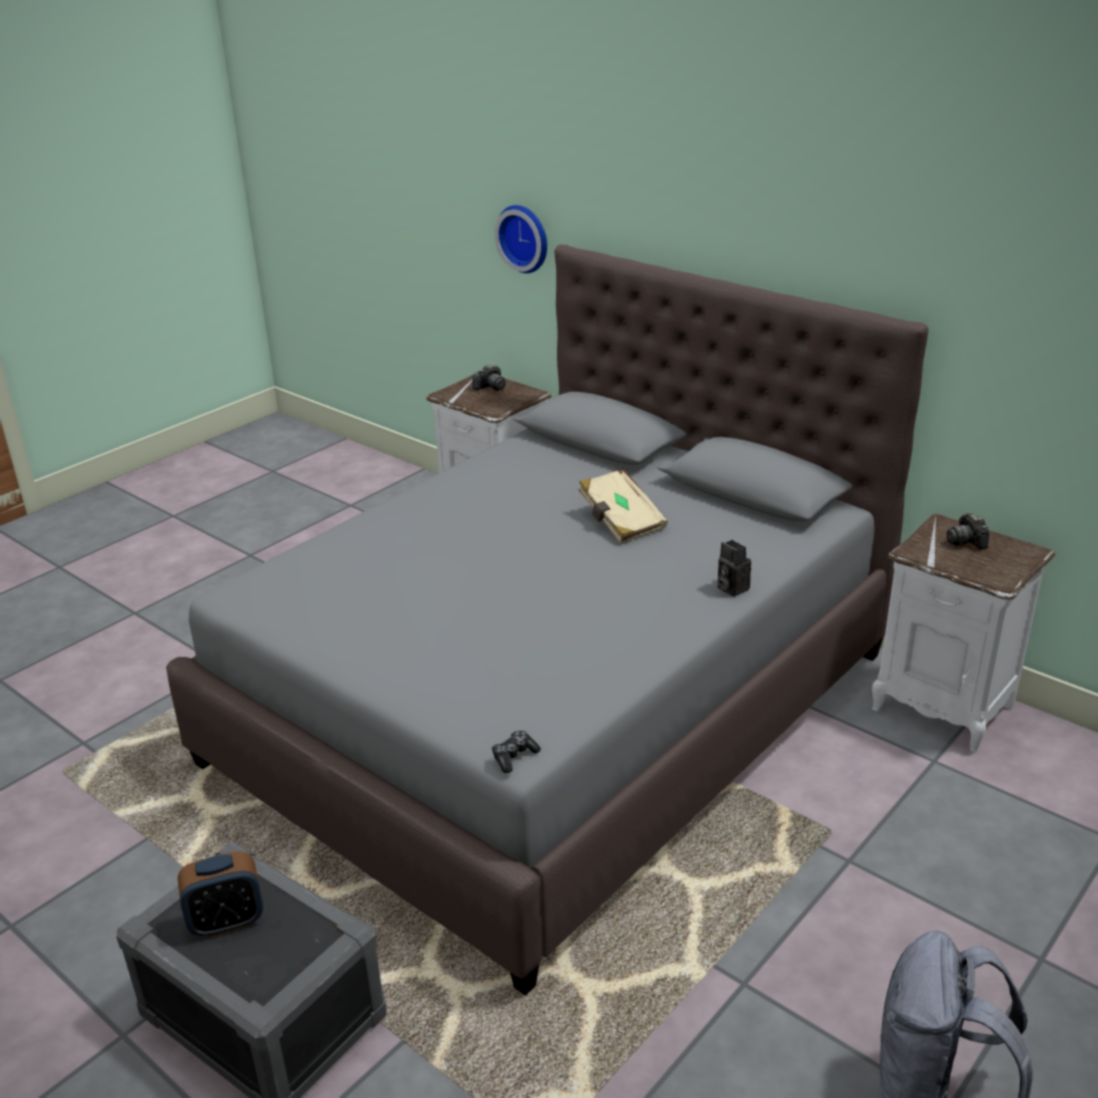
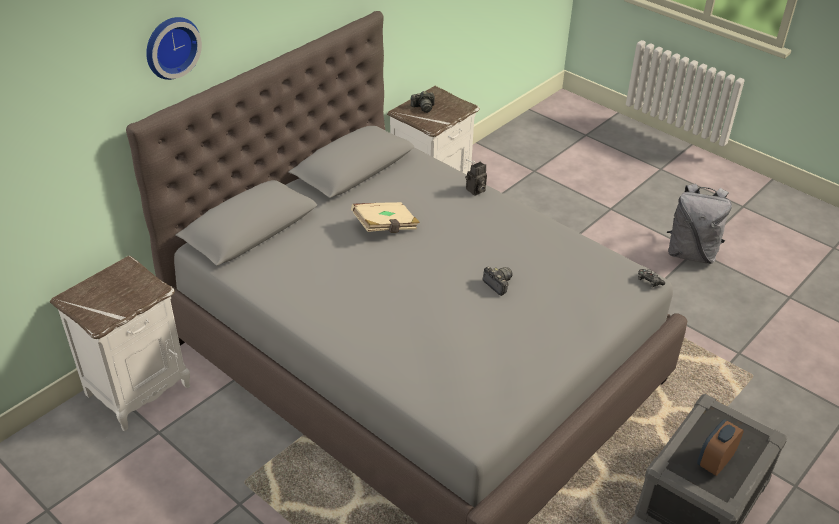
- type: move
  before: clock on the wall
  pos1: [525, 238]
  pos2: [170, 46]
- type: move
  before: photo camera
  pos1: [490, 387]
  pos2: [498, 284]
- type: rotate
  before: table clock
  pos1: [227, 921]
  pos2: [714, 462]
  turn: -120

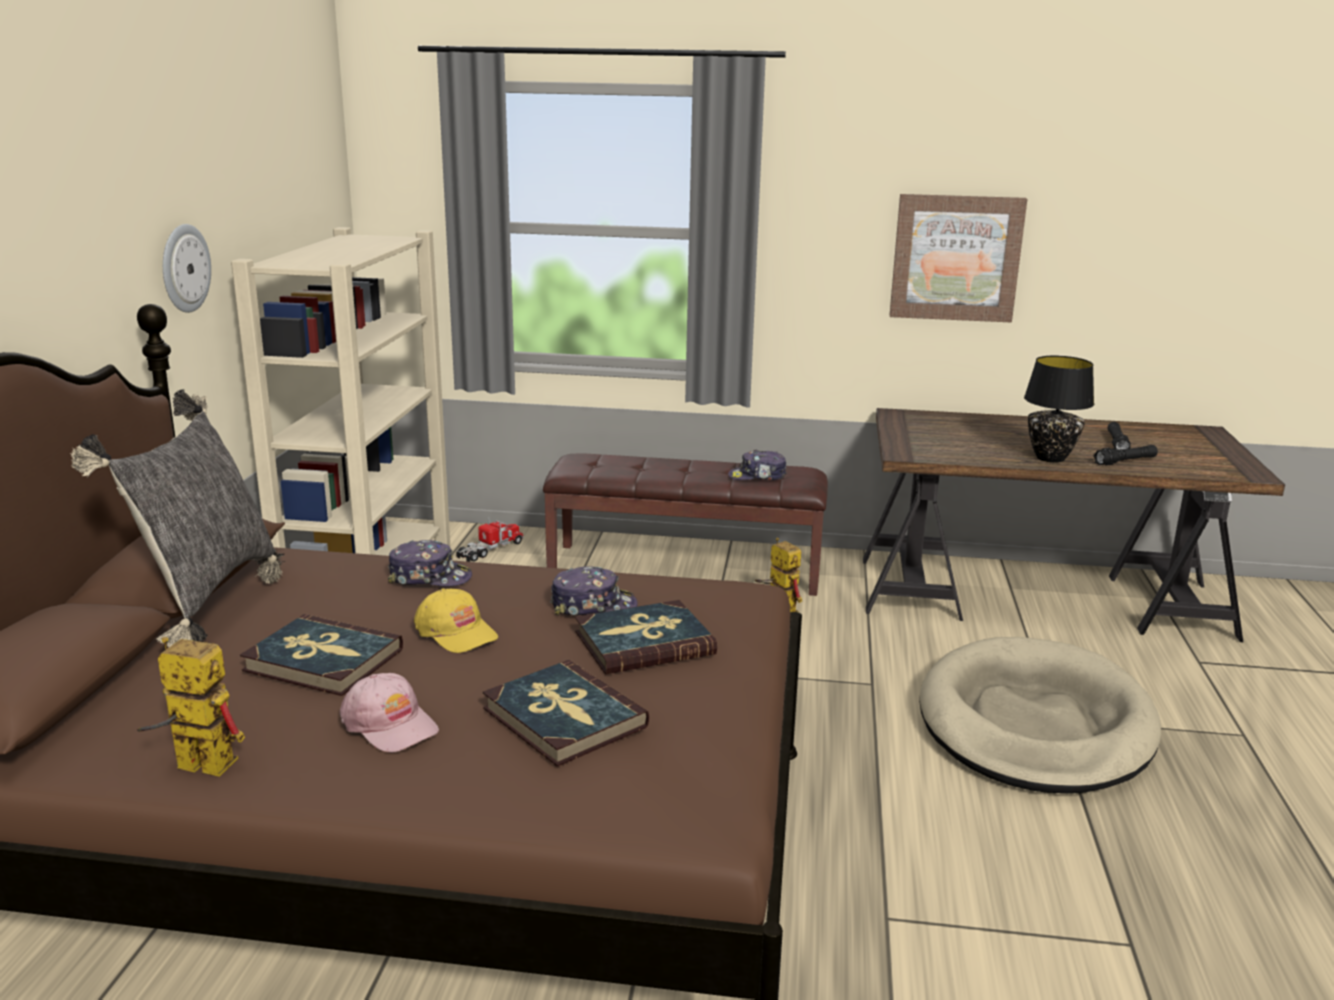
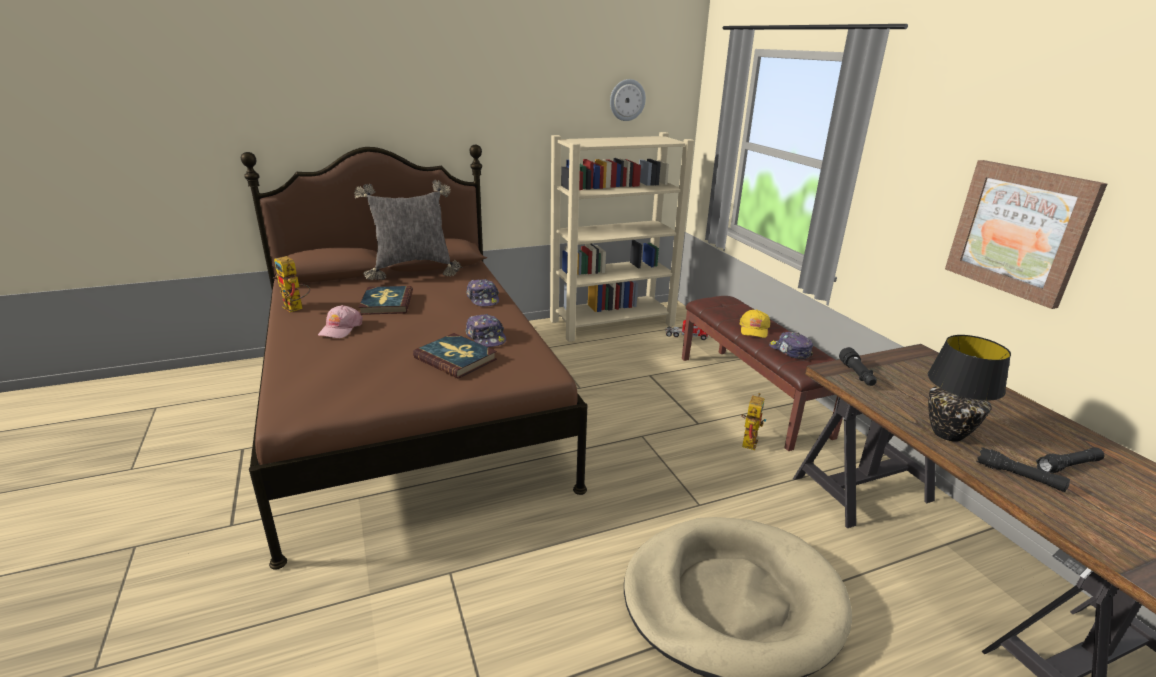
- type: move
  before: clock on the wall
  pos1: [184, 268]
  pos2: [627, 100]
- type: move
  before: yellowish cap
  pos1: [456, 632]
  pos2: [754, 329]
- type: rotate
  before: robot figure
  pos1: [193, 765]
  pos2: [296, 308]
  turn: 150
- type: delete
  before: volume
  pos1: [563, 718]
- type: insert
  after: black hand torch
  pos2: [857, 375]

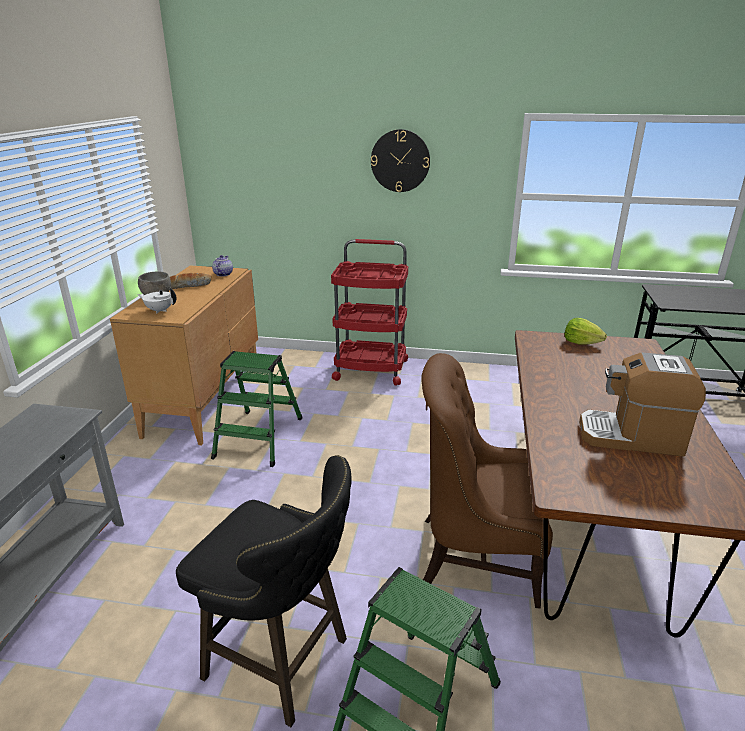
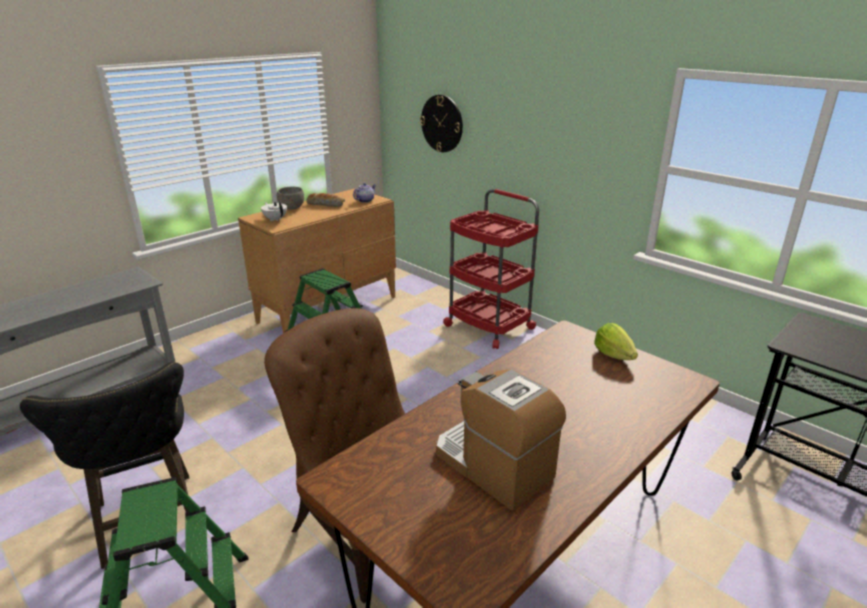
- type: move
  before: clock on the wall
  pos1: [400, 161]
  pos2: [442, 123]

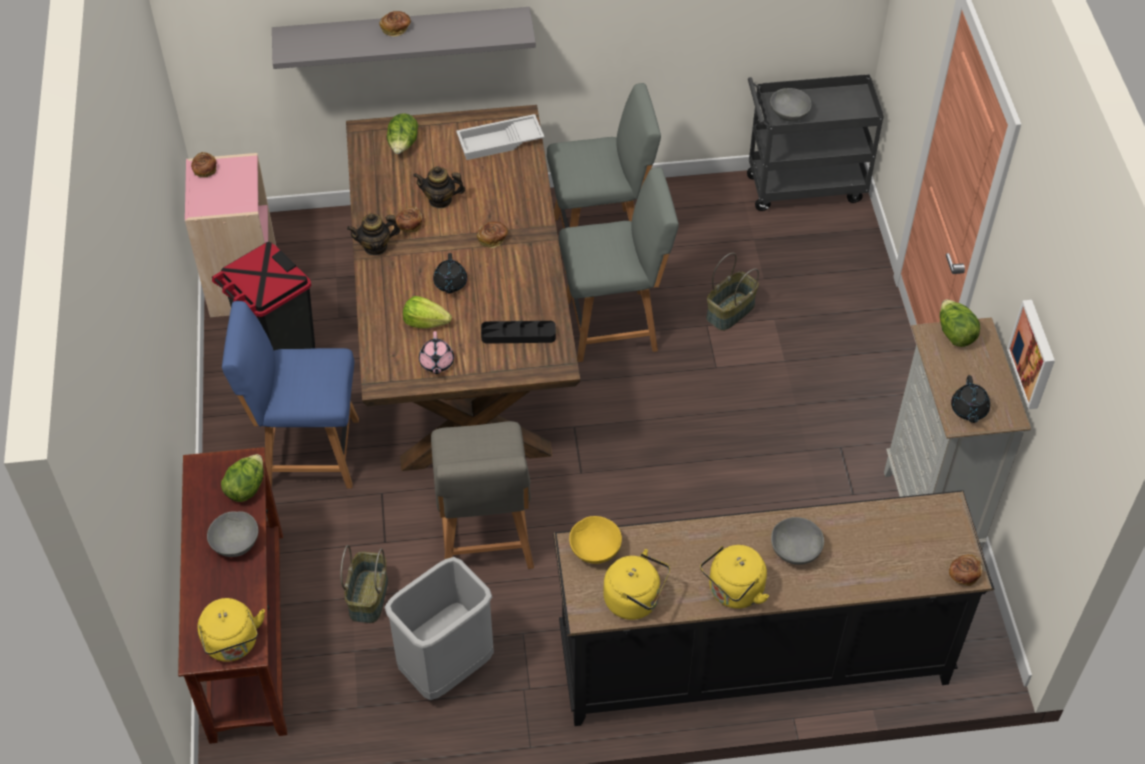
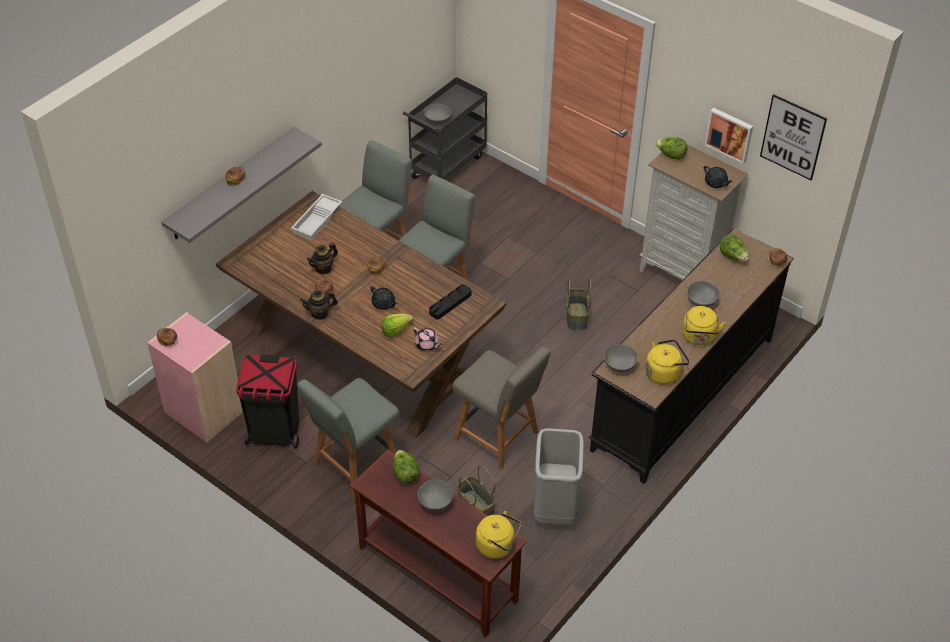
- type: move
  before: lettuce head
  pos1: [403, 145]
  pos2: [733, 257]
- type: rotate
  before: tea pot
  pos1: [375, 247]
  pos2: [320, 313]
  turn: 45
- type: move
  before: household basket
  pos1: [730, 312]
  pos2: [577, 317]
- type: recolor
  before: blue upright chair
  after: grey upright chair
  pos1: [308, 452]
  pos2: [354, 467]
- type: recolor
  before: yellowish bowl
  after: grey bowl
  pos1: [595, 550]
  pos2: [619, 365]
- type: insert
  after: picture
  pos2: [793, 137]

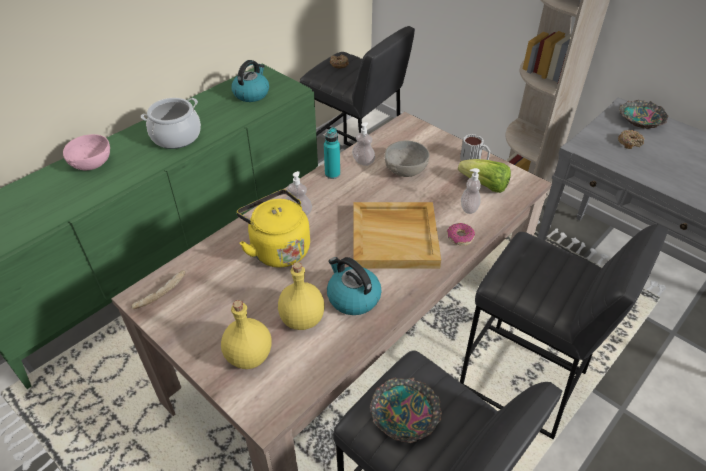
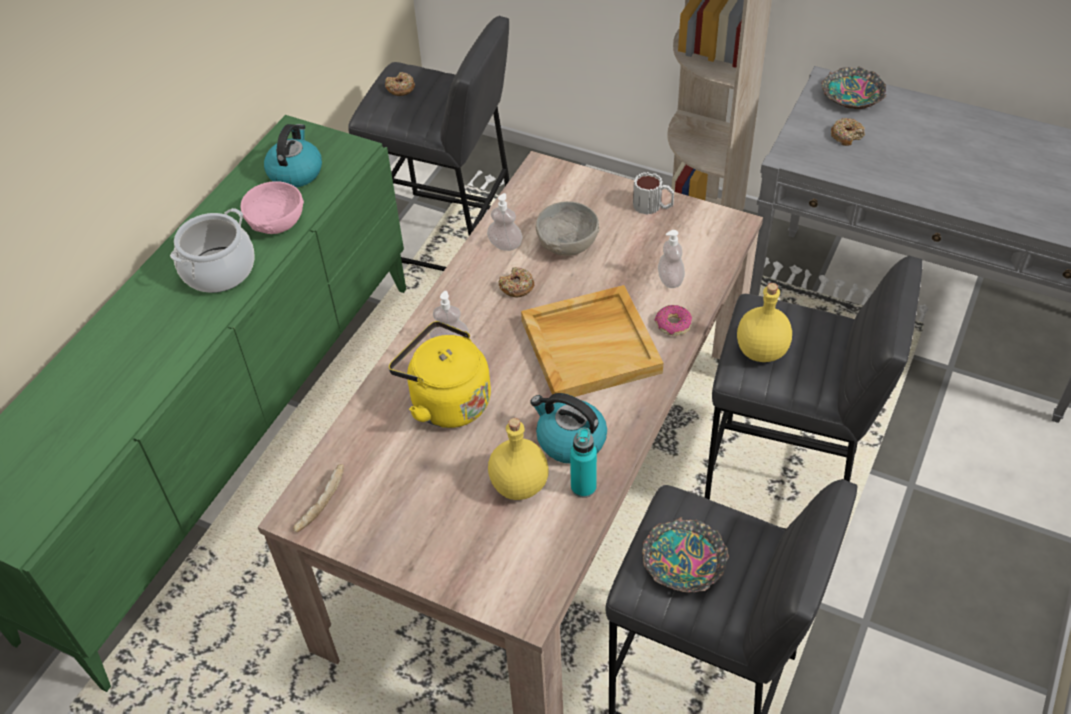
- type: move
  before: blue-green beverage bottle
  pos1: [332, 174]
  pos2: [583, 487]
- type: move
  before: pink bowl
  pos1: [91, 163]
  pos2: [275, 222]
- type: delete
  before: lettuce head
  pos1: [484, 185]
- type: move
  before: yellowish beverage bottle
  pos1: [248, 357]
  pos2: [761, 351]
- type: insert
  after: ring doughnut
  pos2: [516, 287]

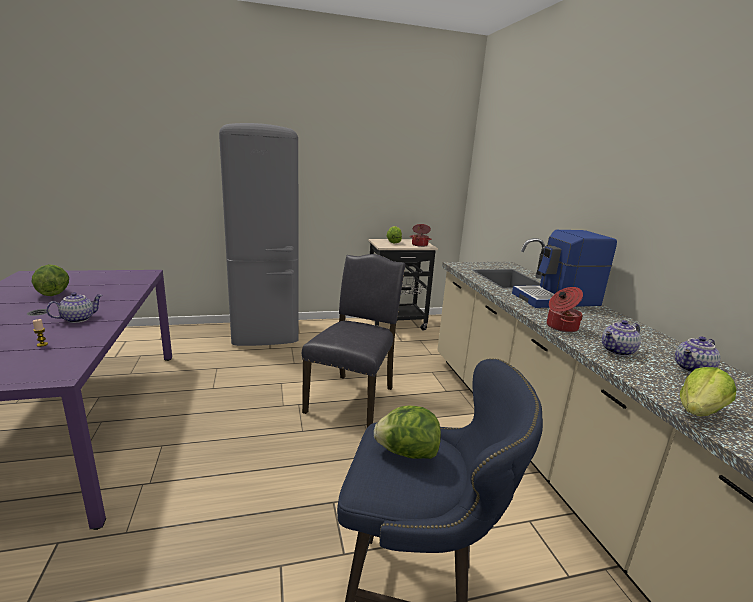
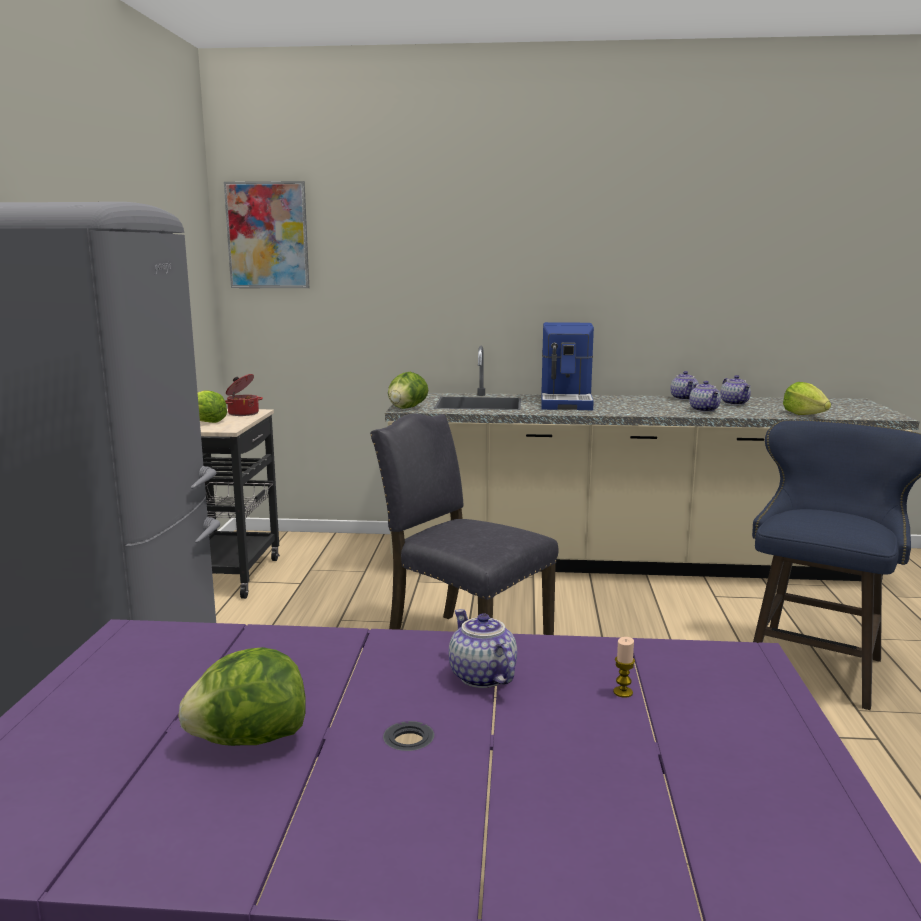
- type: delete
  before: cooking pot
  pos1: [560, 327]
- type: move
  before: lettuce head
  pos1: [406, 453]
  pos2: [407, 408]
- type: insert
  after: picture
  pos2: [267, 235]
- type: insert
  after: tea pot
  pos2: [684, 398]

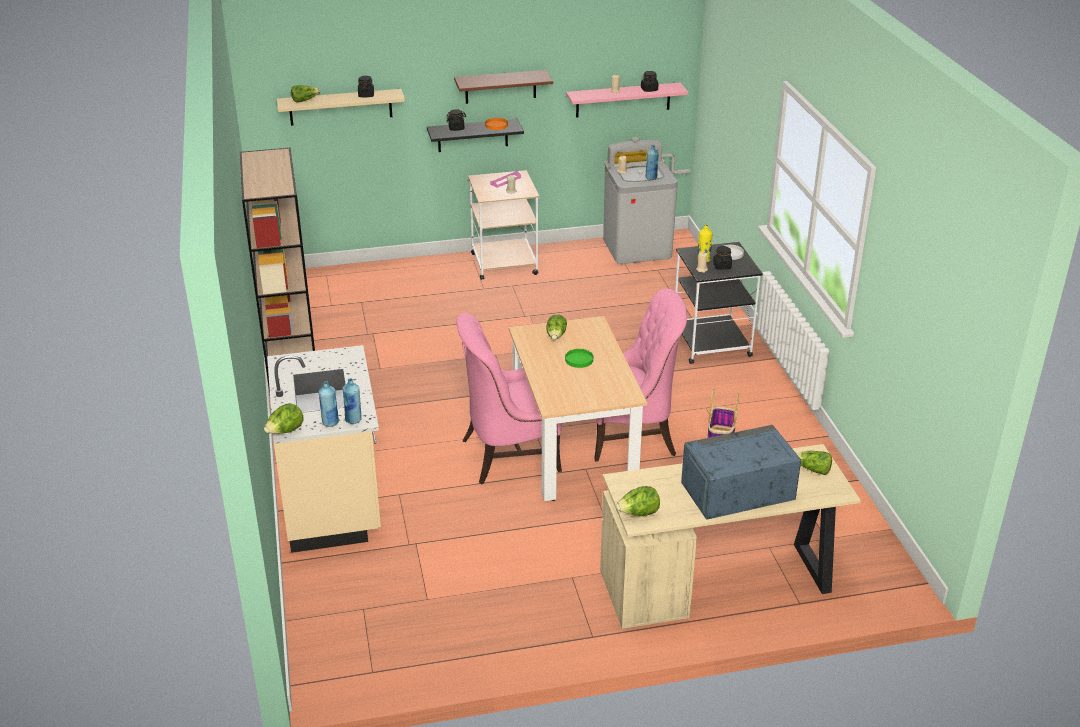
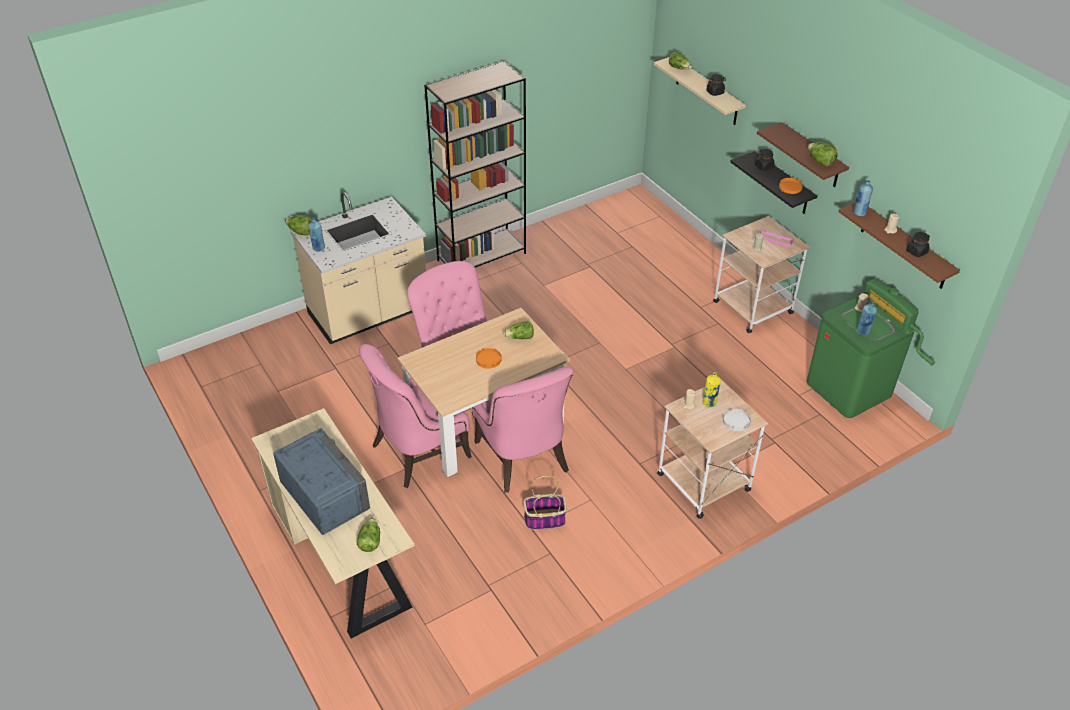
- type: recolor
  before: pink shelf
  after: brown-coloured shelf
  pos1: [623, 100]
  pos2: [904, 246]
- type: recolor
  before: grey laundry machine
  after: green laundry machine
  pos1: [638, 249]
  pos2: [850, 391]
- type: recolor
  before: black wheeled cart
  after: sand-coloured wheeled cart
  pos1: [711, 345]
  pos2: [702, 483]
- type: delete
  before: black jar
  pos1: [722, 266]
- type: recolor
  before: green dinner plate
  after: orangey dinner plate
  pos1: [579, 360]
  pos2: [488, 359]
- type: move
  before: blue beverage bottle
  pos1: [353, 420]
  pos2: [859, 213]
- type: move
  before: lettuce head
  pos1: [638, 514]
  pos2: [820, 162]
- type: insert
  after: pink upright chair
  pos2: [419, 451]

